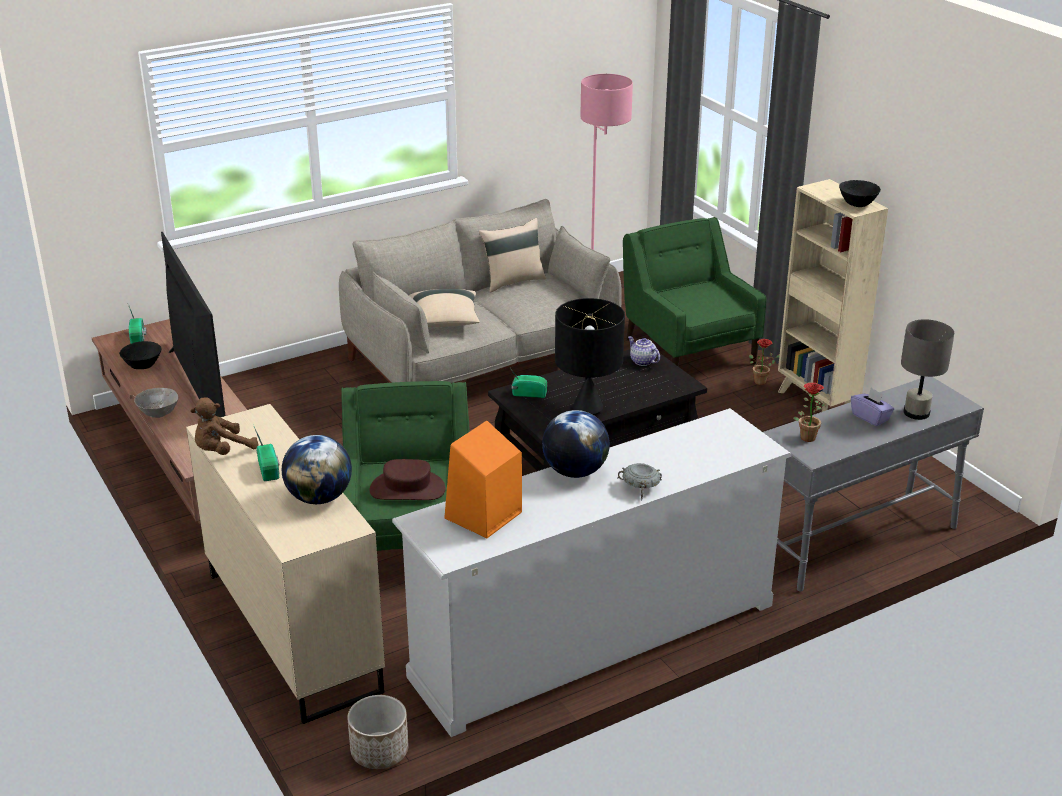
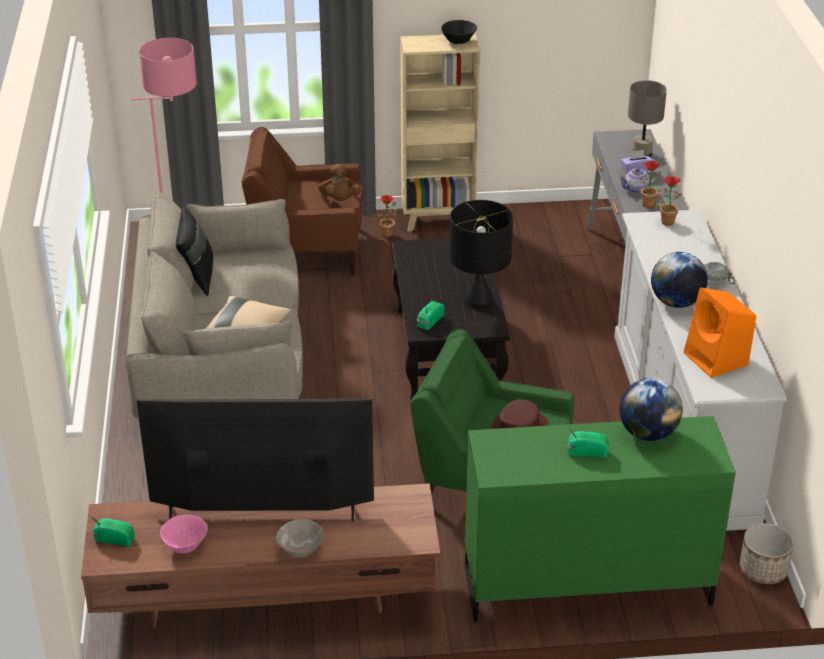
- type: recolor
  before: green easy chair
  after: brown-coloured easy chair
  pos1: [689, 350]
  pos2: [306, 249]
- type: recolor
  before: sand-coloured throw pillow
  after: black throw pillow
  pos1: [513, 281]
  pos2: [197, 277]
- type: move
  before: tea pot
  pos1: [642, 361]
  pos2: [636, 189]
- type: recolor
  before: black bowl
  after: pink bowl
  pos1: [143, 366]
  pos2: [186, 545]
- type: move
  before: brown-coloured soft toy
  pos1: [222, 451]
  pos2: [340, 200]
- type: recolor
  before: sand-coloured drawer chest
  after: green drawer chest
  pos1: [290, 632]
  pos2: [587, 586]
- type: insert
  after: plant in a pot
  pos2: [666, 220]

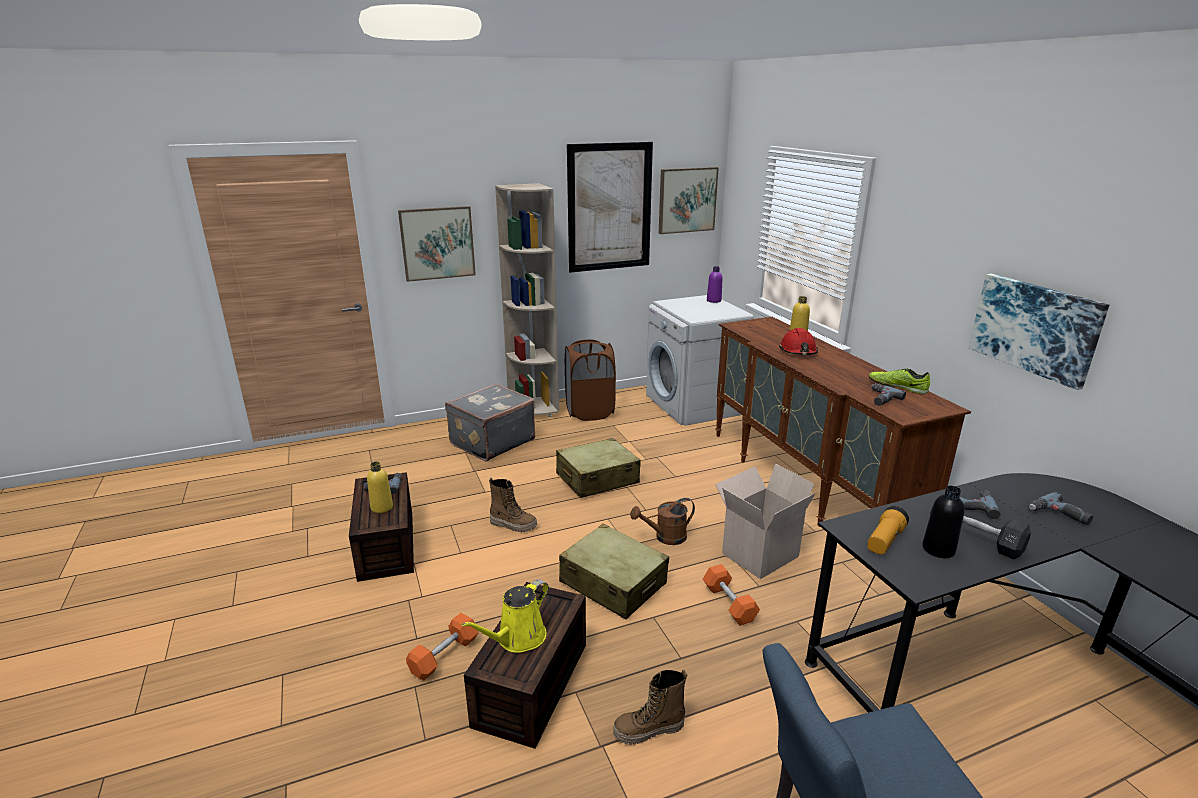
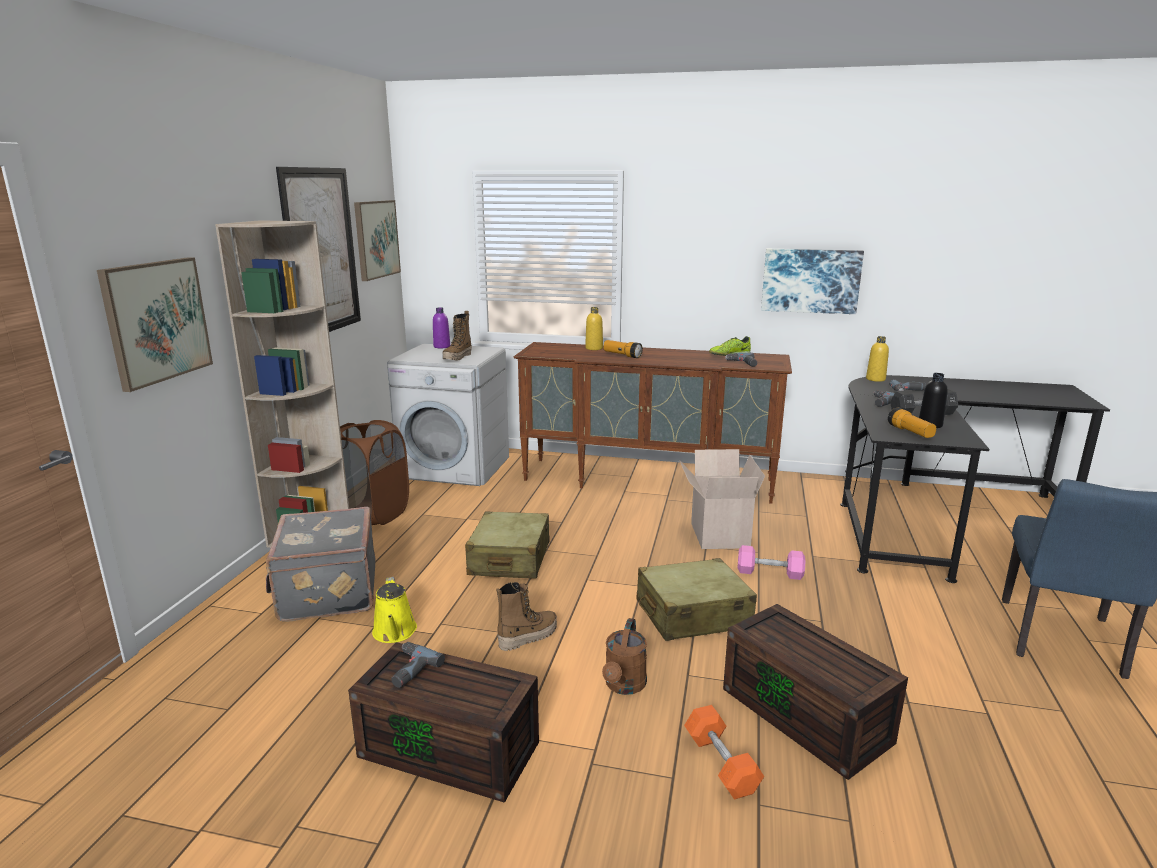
- type: replace
  before: red-coloured work helmet
  after: hand torch
  pos1: [798, 351]
  pos2: [622, 355]
- type: move
  before: yellowish beverage bottle
  pos1: [382, 507]
  pos2: [875, 379]
- type: move
  before: brown-coloured watering pot
  pos1: [665, 537]
  pos2: [624, 686]
- type: recolor
  before: orangey hand weight
  after: pink hand weight
  pos1: [729, 603]
  pos2: [769, 573]
- type: move
  before: yellowish watering pot
  pos1: [517, 638]
  pos2: [395, 633]
- type: move
  before: high-top boot
  pos1: [649, 730]
  pos2: [458, 357]

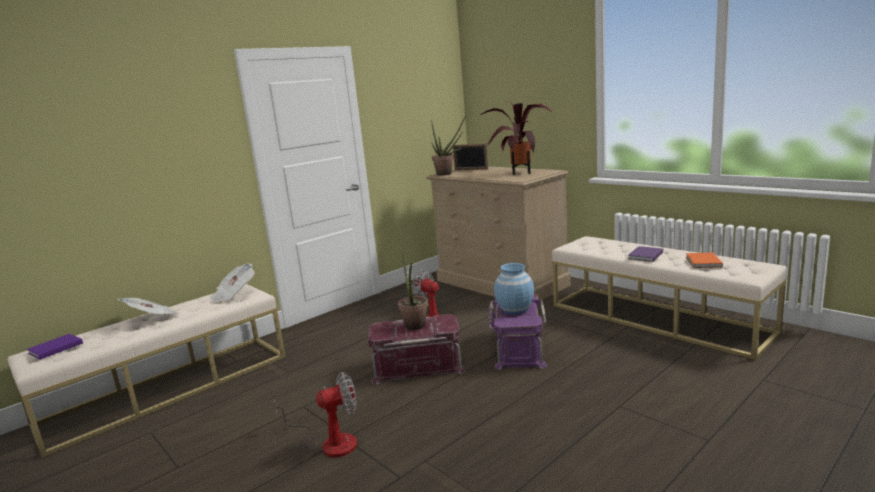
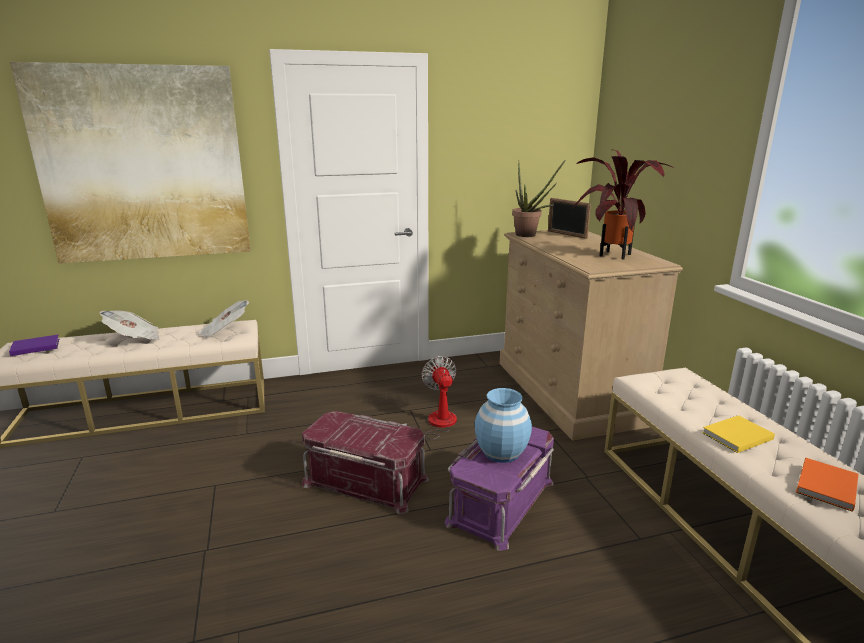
- type: recolor
  before: purplish volume
  after: yellowish volume
  pos1: [644, 256]
  pos2: [735, 436]
- type: delete
  before: plant in a pot
  pos1: [415, 327]
- type: delete
  before: fan
  pos1: [329, 443]
- type: insert
  after: picture
  pos2: [143, 165]

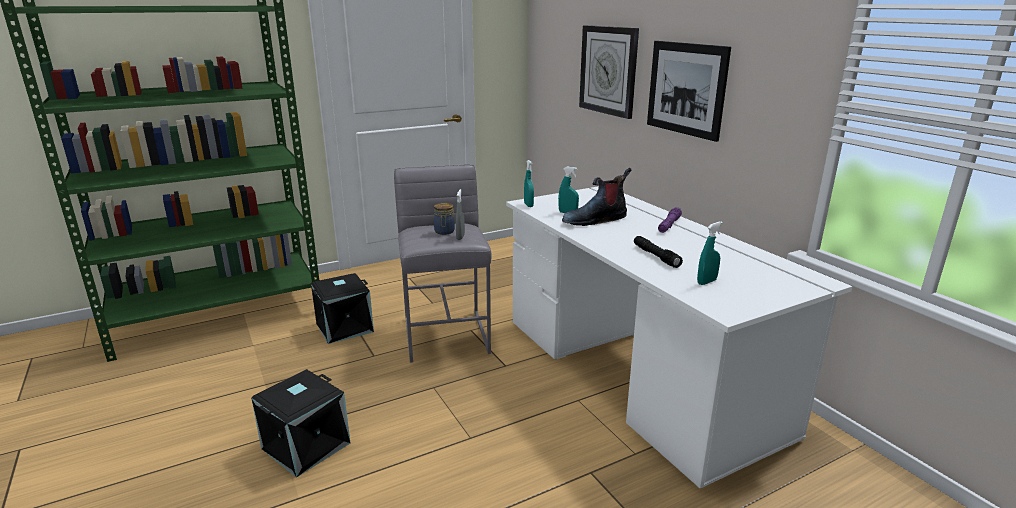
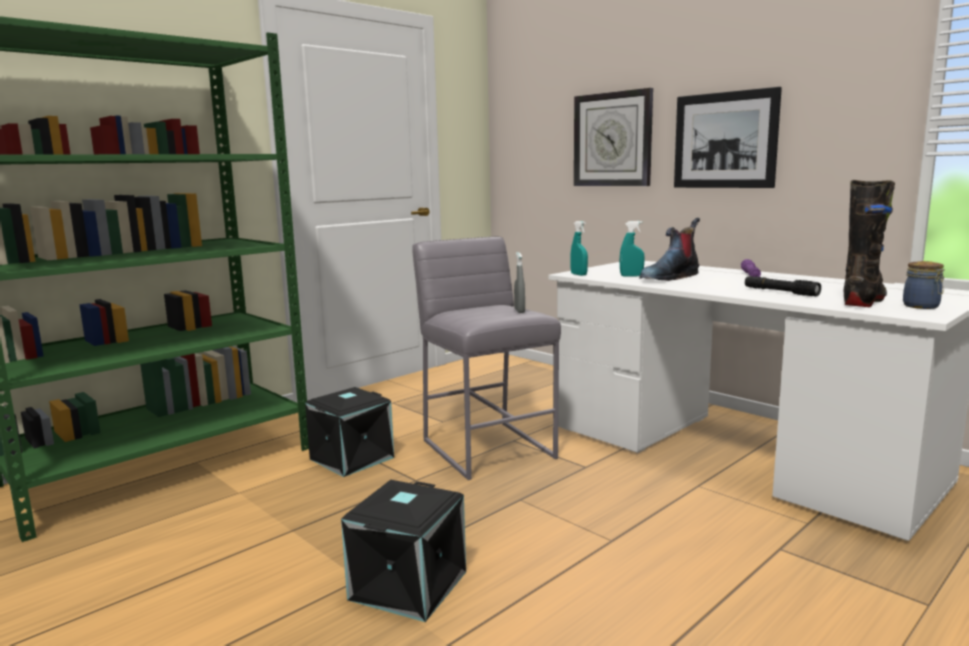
- type: move
  before: jar
  pos1: [444, 232]
  pos2: [922, 306]
- type: replace
  before: blue-green hand sprayer
  after: black high-top boot
  pos1: [706, 282]
  pos2: [864, 301]

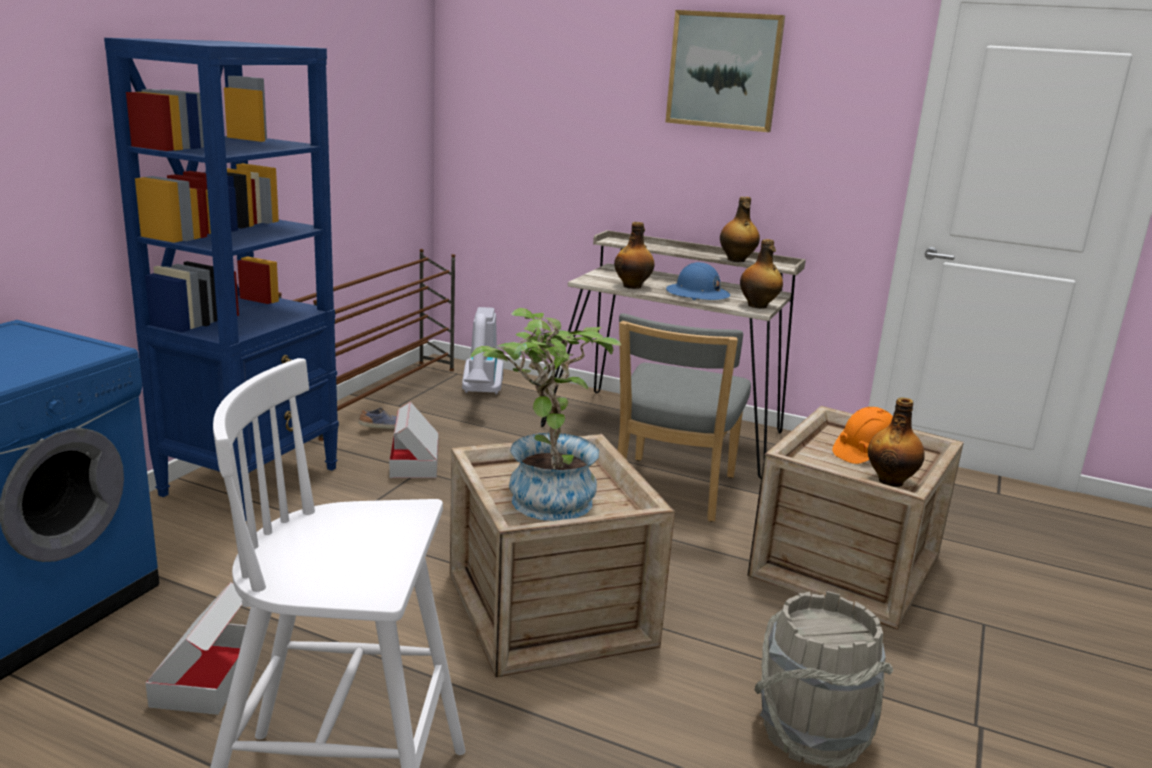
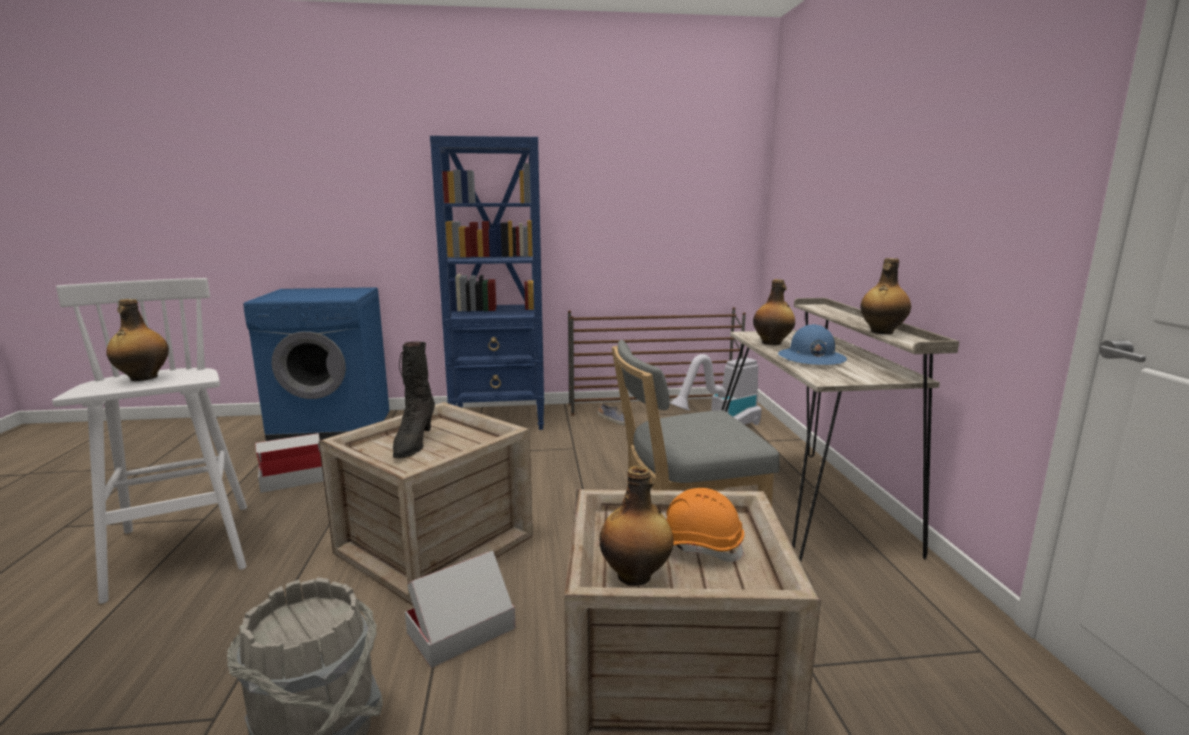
- type: delete
  before: picture
  pos1: [724, 70]
- type: move
  before: beverage bottle
  pos1: [758, 306]
  pos2: [143, 378]
- type: replace
  before: plant in a pot
  after: black high-top boot
  pos1: [543, 496]
  pos2: [413, 443]
- type: move
  before: packing box
  pos1: [414, 463]
  pos2: [461, 630]

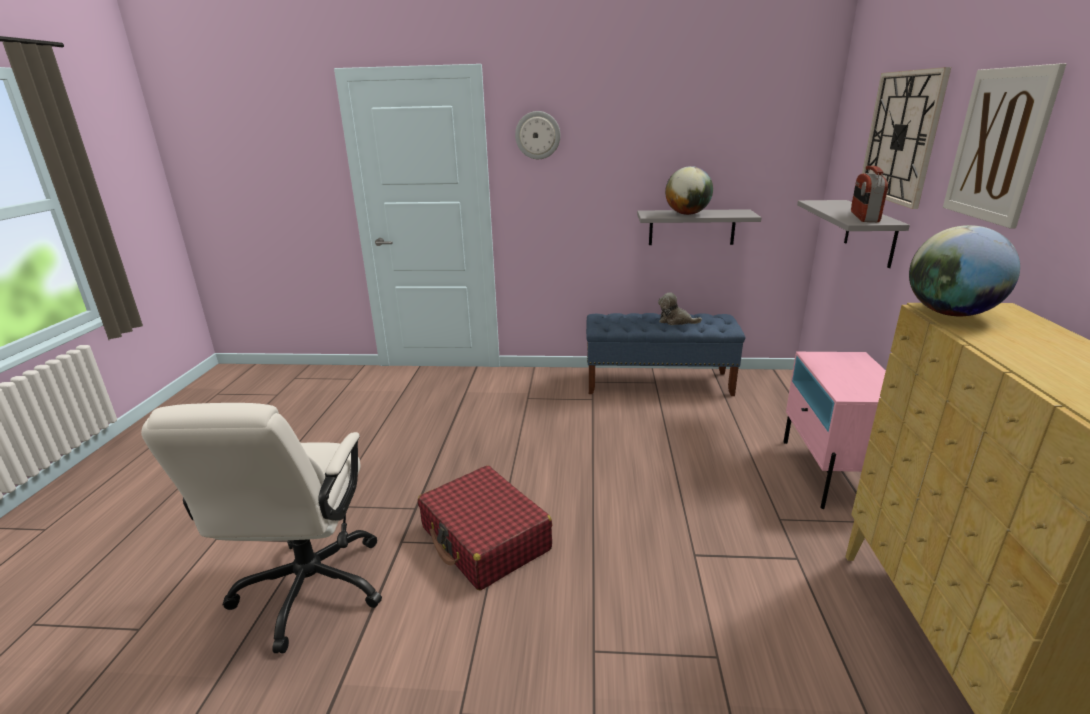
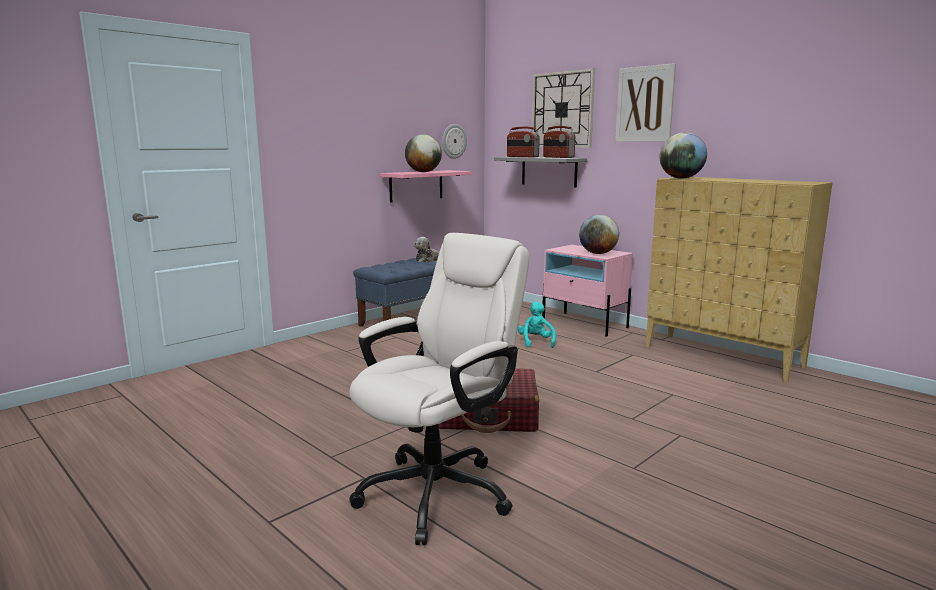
- type: move
  before: clock on the wall
  pos1: [537, 135]
  pos2: [453, 141]
- type: recolor
  before: grey shelf
  after: pink shelf
  pos1: [691, 227]
  pos2: [416, 185]
- type: rotate
  before: white computer chair
  pos1: [309, 594]
  pos2: [439, 492]
  turn: -90
- type: insert
  after: radio receiver
  pos2: [522, 157]
- type: insert
  after: world globe
  pos2: [598, 253]
- type: insert
  after: blue-green soft toy
  pos2: [536, 342]

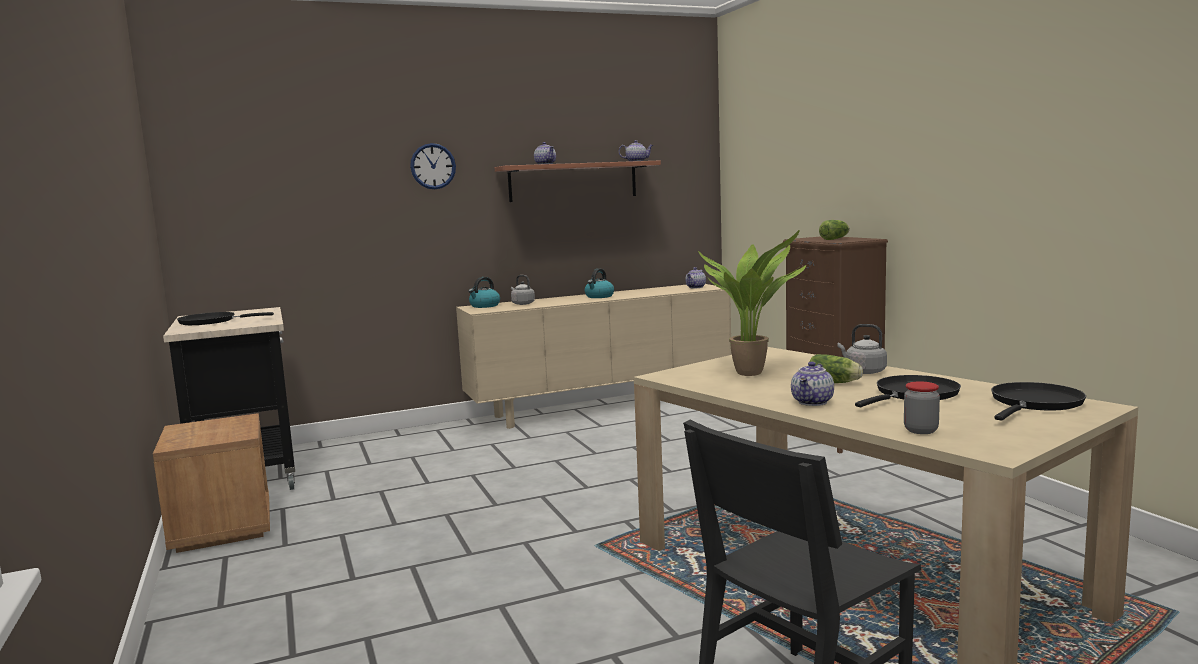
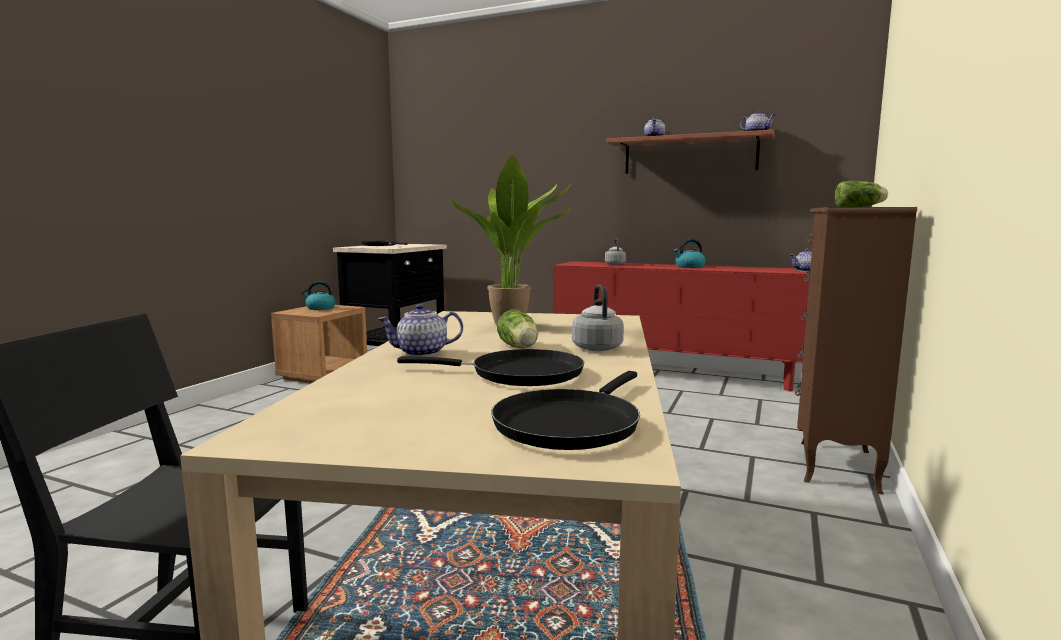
- type: delete
  before: clock on the wall
  pos1: [433, 166]
- type: move
  before: kettle
  pos1: [484, 306]
  pos2: [320, 308]
- type: recolor
  before: sand-coloured storage cabinet
  after: red-coloured storage cabinet
  pos1: [602, 406]
  pos2: [682, 373]
- type: delete
  before: jar
  pos1: [921, 430]
- type: rotate
  before: black frying pan
  pos1: [1034, 403]
  pos2: [570, 423]
  turn: 120

